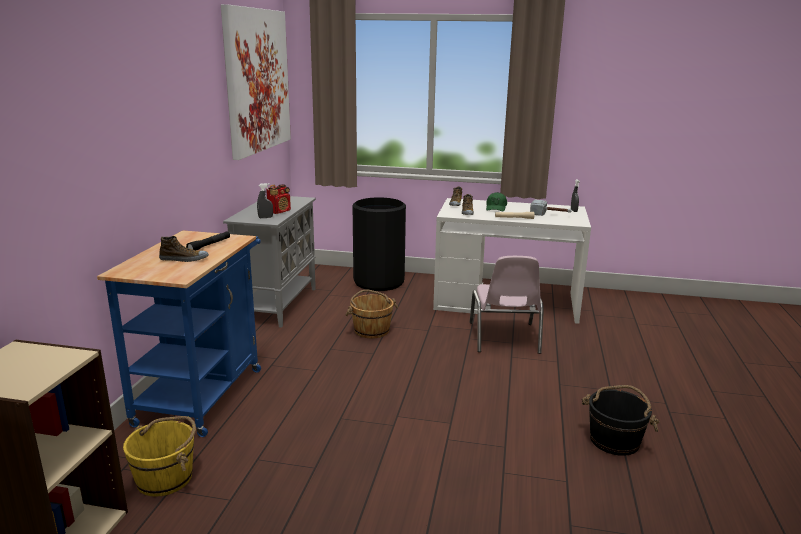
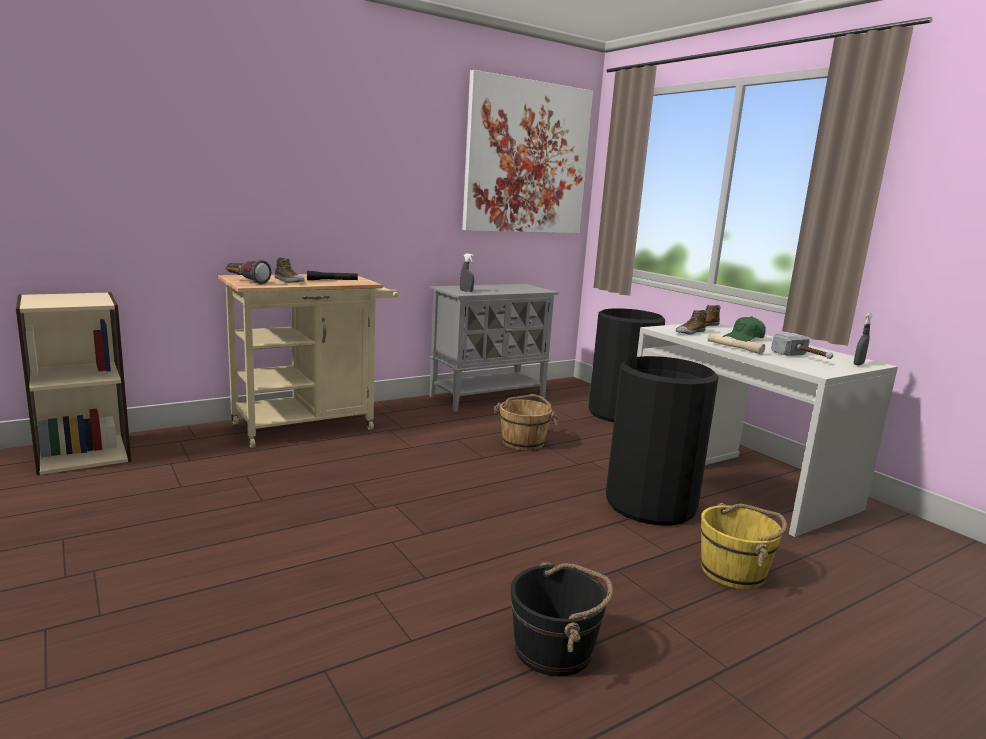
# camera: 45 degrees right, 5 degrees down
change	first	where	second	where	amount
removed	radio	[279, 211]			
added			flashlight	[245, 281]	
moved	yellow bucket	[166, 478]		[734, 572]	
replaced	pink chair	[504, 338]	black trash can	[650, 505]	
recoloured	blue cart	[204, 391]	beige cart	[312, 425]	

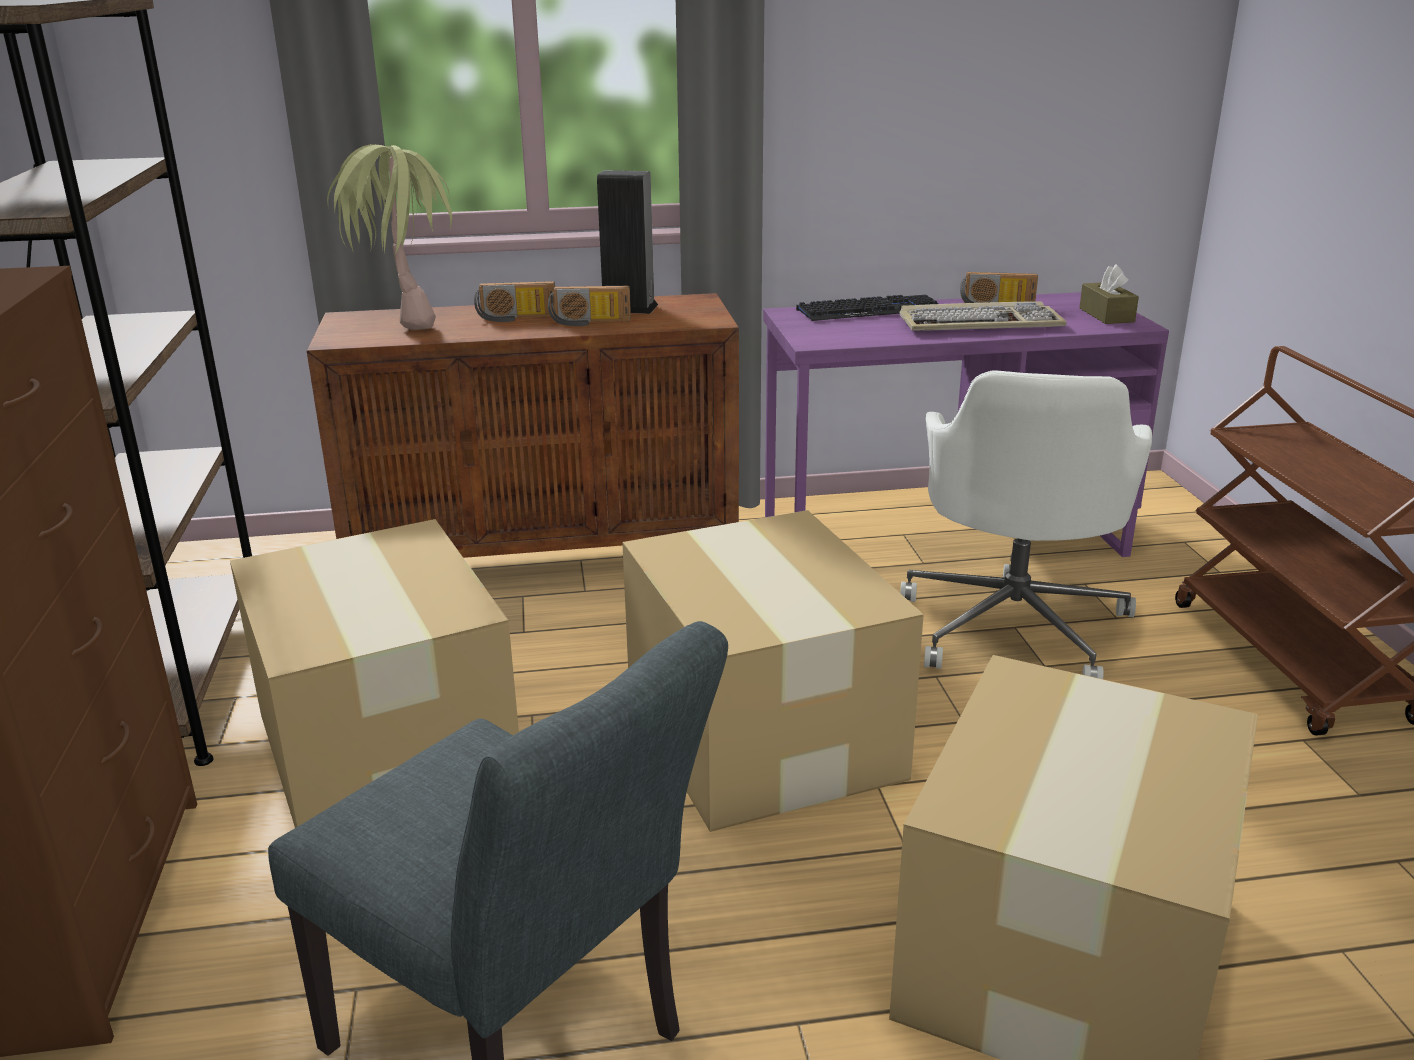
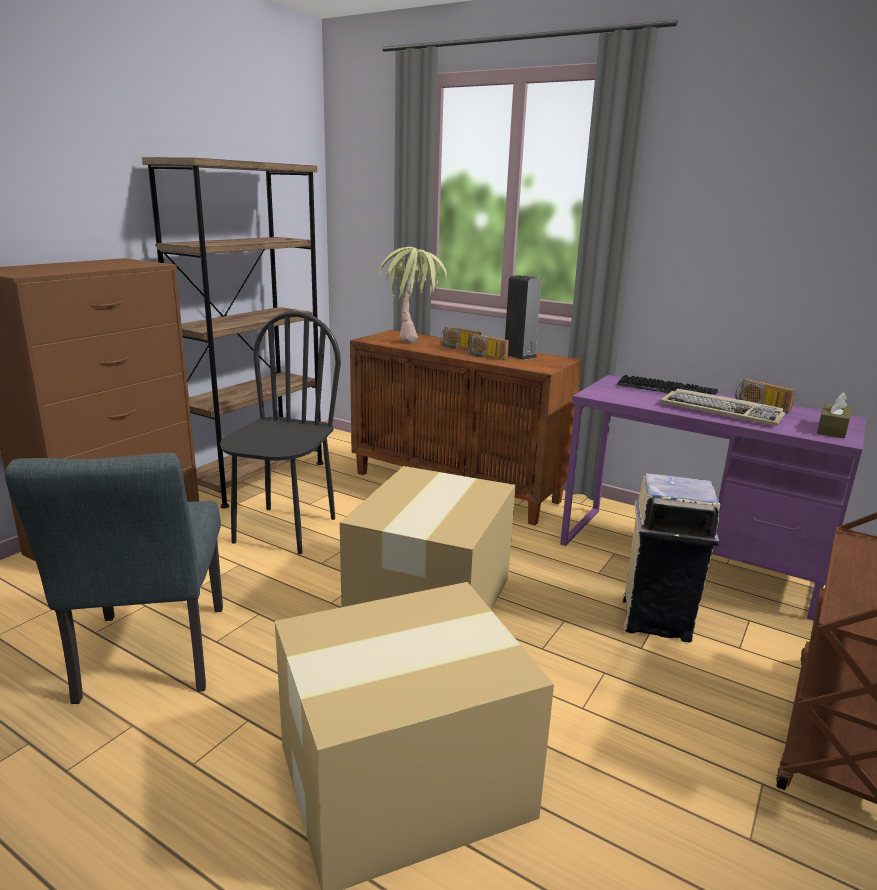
# camera: 40 degrees right, 5 degrees down
change	first	where	second	where	amount
replaced	cardboard box	[387, 746]	black chair	[284, 530]	
replaced	white office chair	[1014, 626]	beige trash can	[657, 619]	

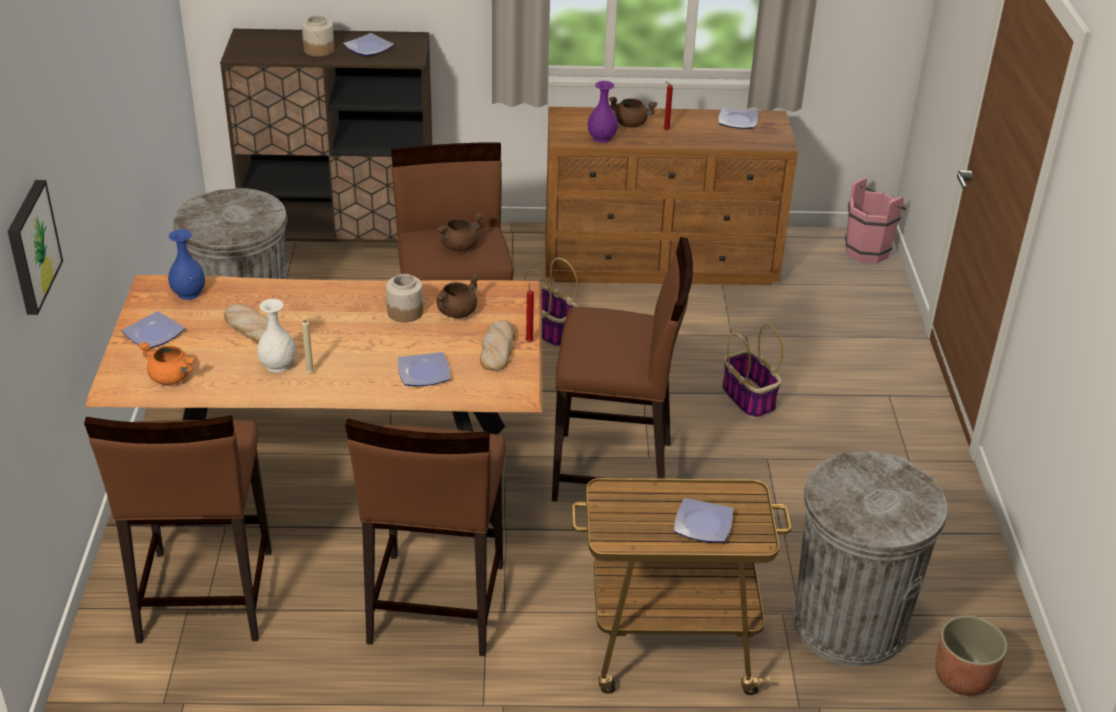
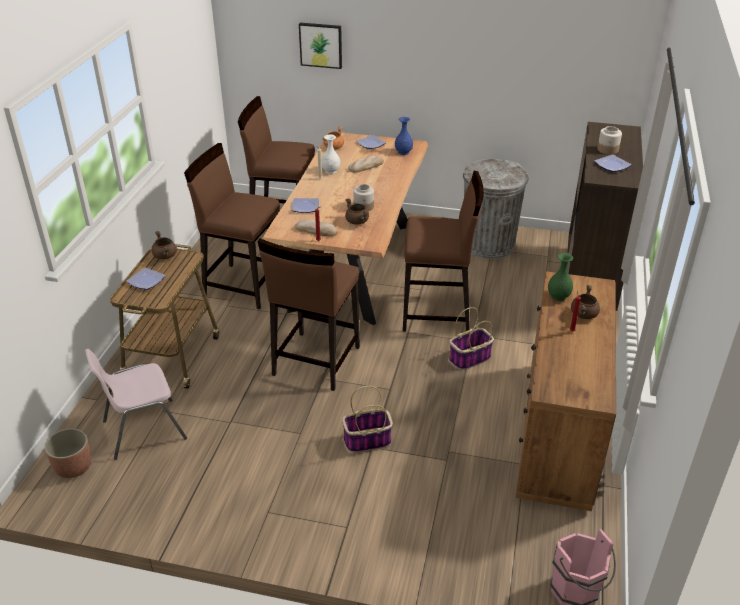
# camera: 105 degrees right, 0 degrees up
change	first	where	second	where	amount
removed	plate	[737, 121]			
moved	brown cooking pot	[459, 246]		[165, 256]	
replaced	grey trash can	[849, 624]	pink chair	[143, 429]	
recoloured	purple vase	[602, 138]	green vase	[559, 296]	

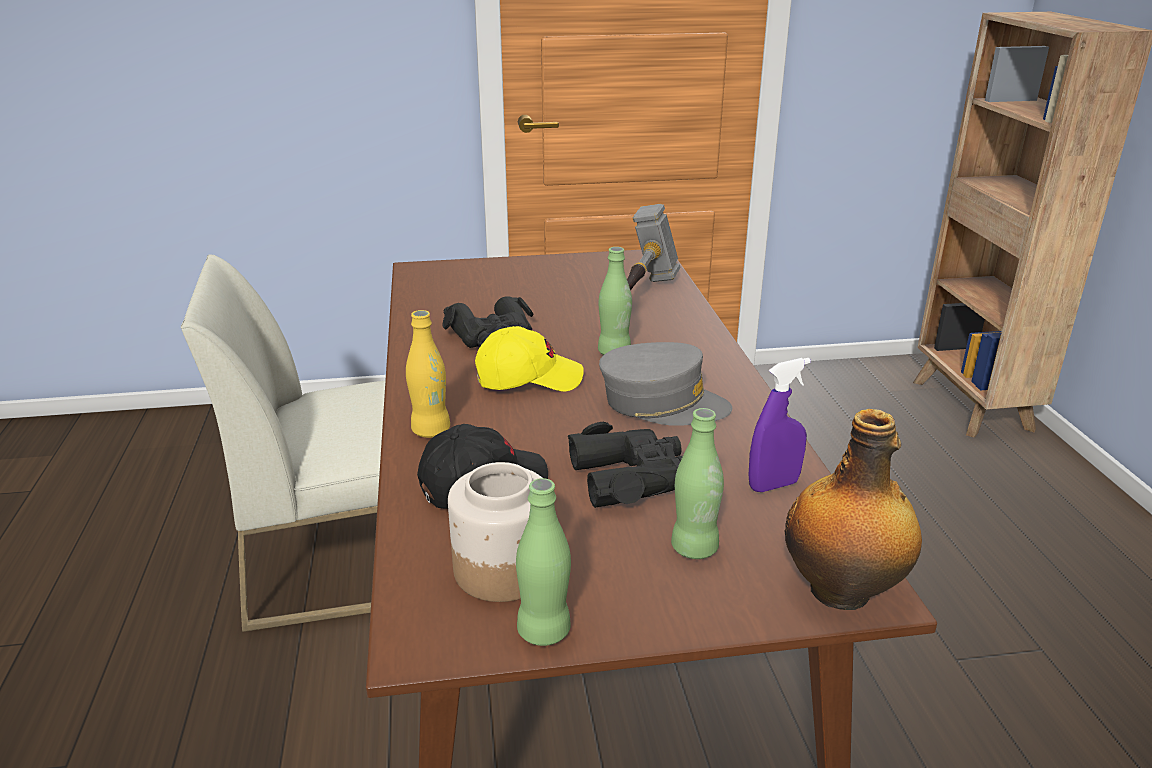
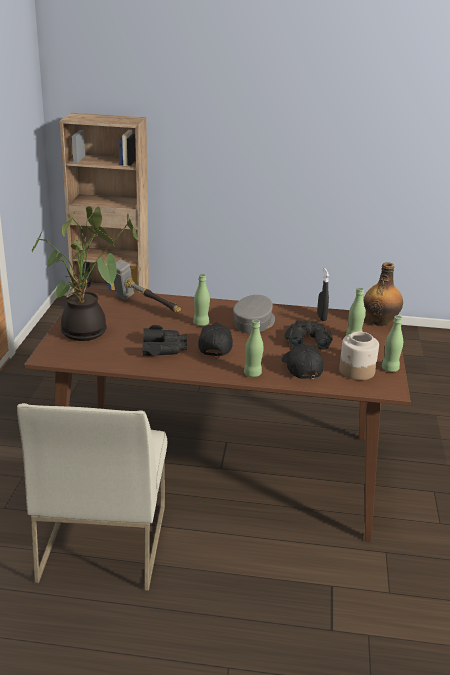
# camera: 75 degrees left, 0 degrees up
change	first	where	second	where	amount
added			potted plant	[87, 333]	
recoloured	yellow bottle	[431, 431]	green bottle	[252, 374]	
recoloured	yellow cap	[528, 379]	black cap	[215, 346]	
recoloured	purple spray bottle	[773, 485]	black spray bottle	[321, 317]	

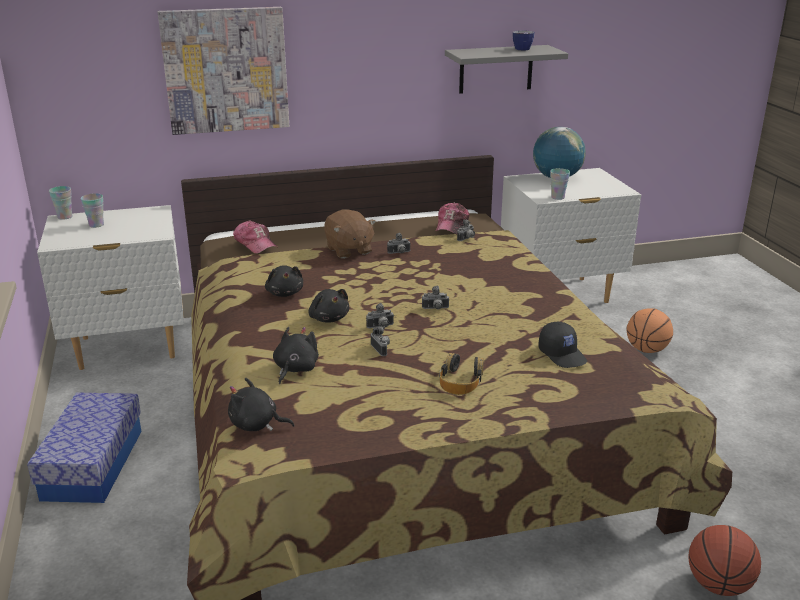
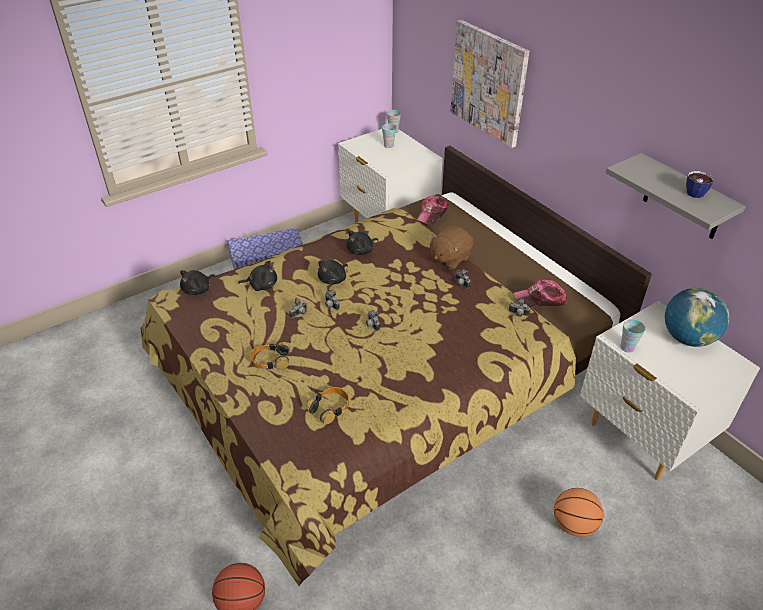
# camera: 70 degrees right, 15 degrees up
change	first	where	second	where	amount
replaced	black cap	[563, 355]	headphones	[329, 408]	
turned	black plush toy	[256, 425]		[198, 290]	135 degrees counterclockwise

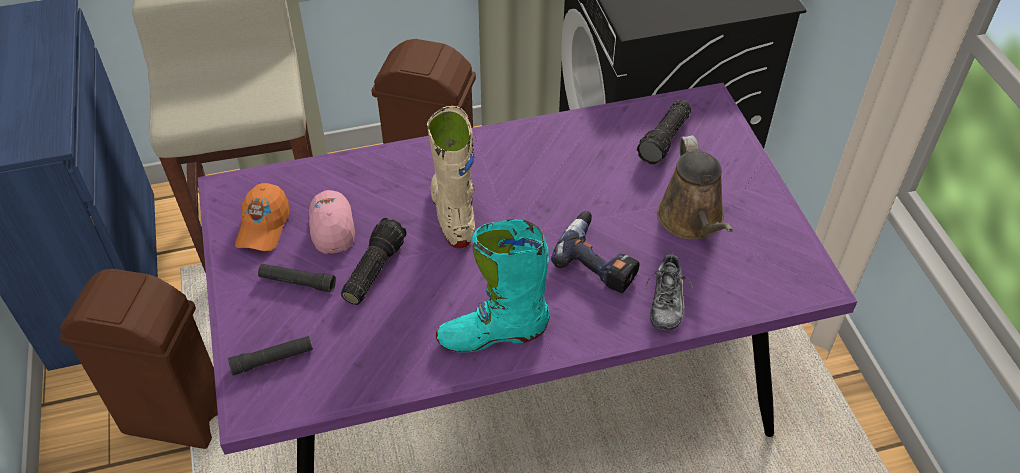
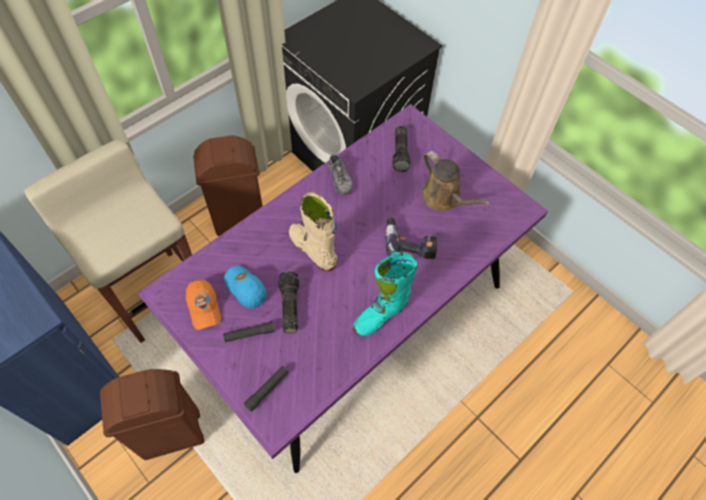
# camera: 30 degrees left, 10 degrees up
change	first	where	second	where	amount
moved	shoe	[666, 301]		[339, 179]	
recoloured	pink cap	[332, 226]	blue cap	[246, 288]	

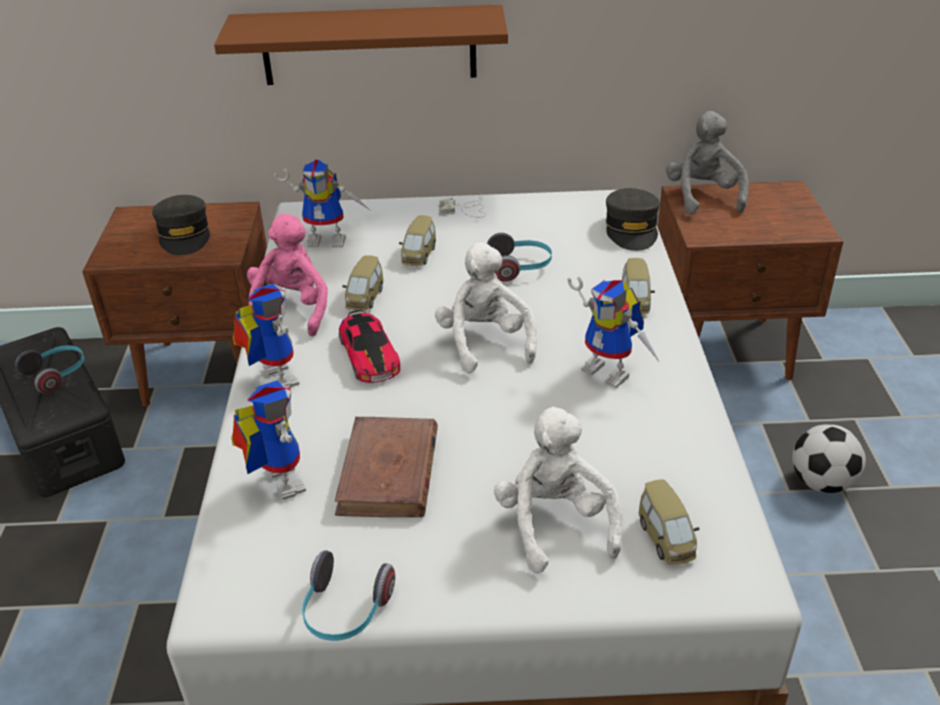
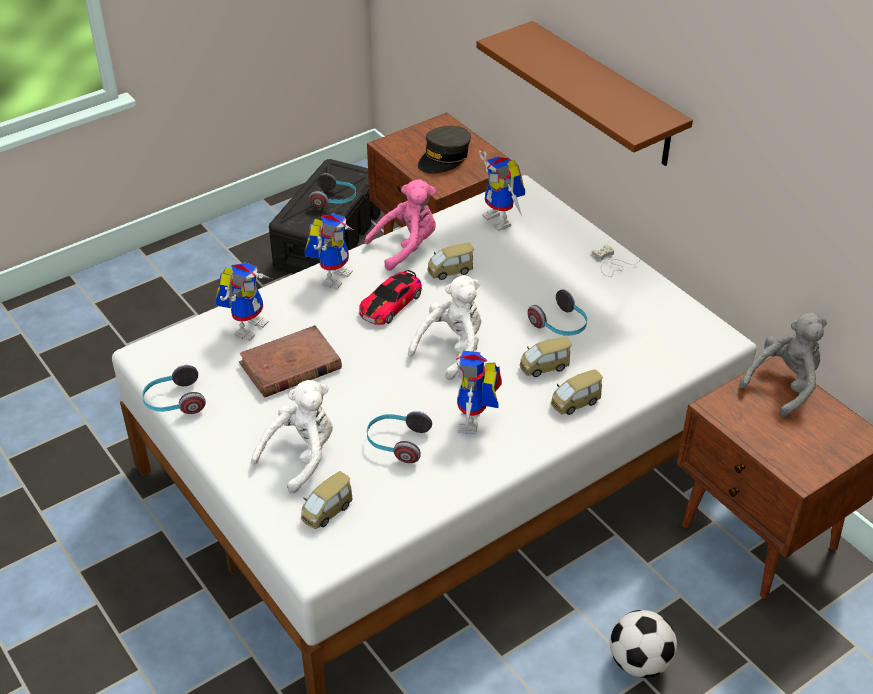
# camera: 55 degrees right, 5 degrees up
change	first	where	second	where	amount
removed	grey cap	[631, 230]			
added			headphones	[397, 443]	
moved	toy car	[418, 255]		[544, 366]	

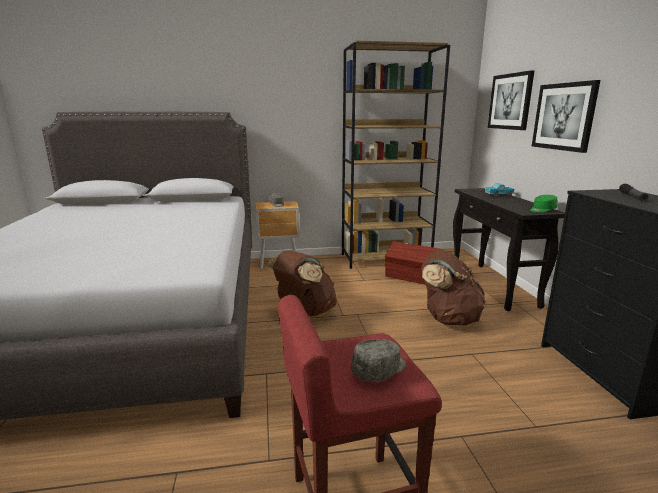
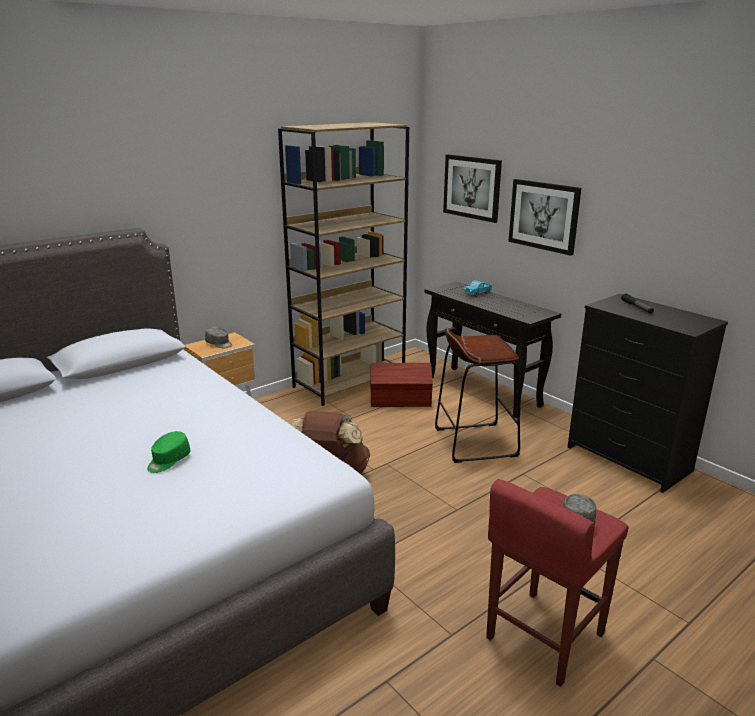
# camera: 30 degrees left, 5 degrees up
change	first	where	second	where	amount
moved	green cap	[542, 210]		[168, 460]	
replaced	brown backpack	[448, 319]	brown stool	[475, 442]	

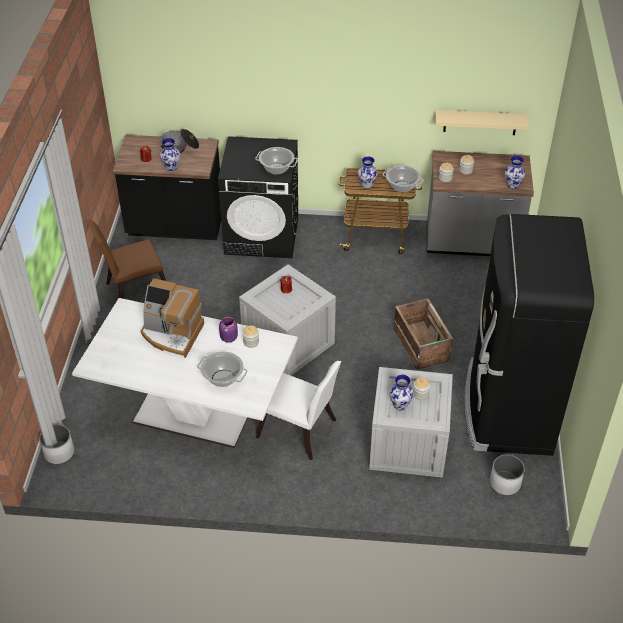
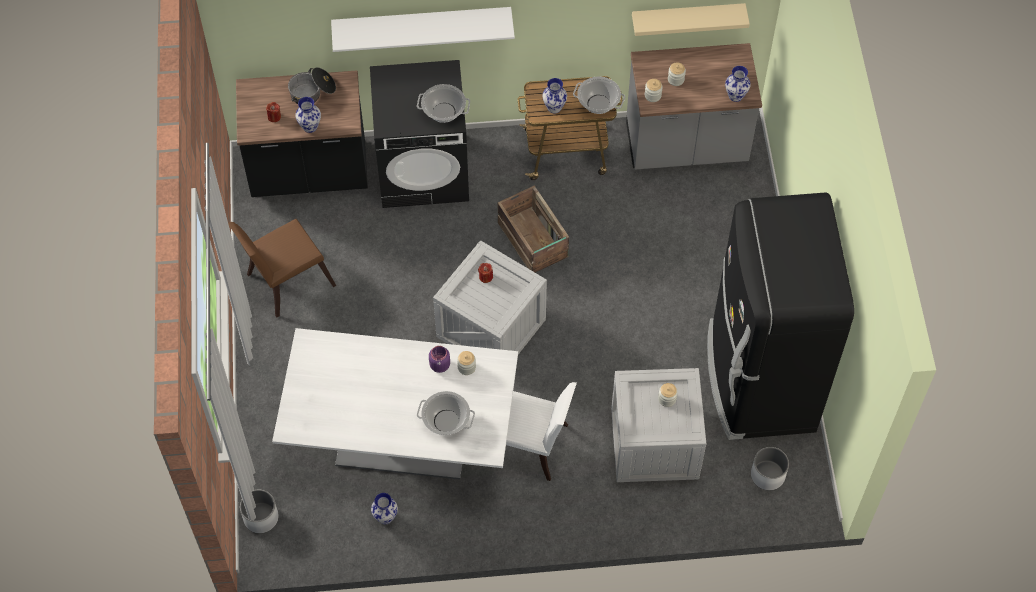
# camera: 10 degrees left, 15 degrees up
change	first	where	second	where	amount
removed	coffee machine	[172, 334]			
added			white shelf	[422, 23]	
moved	vase	[400, 405]		[386, 517]	
moved	crate	[421, 346]		[533, 241]	

